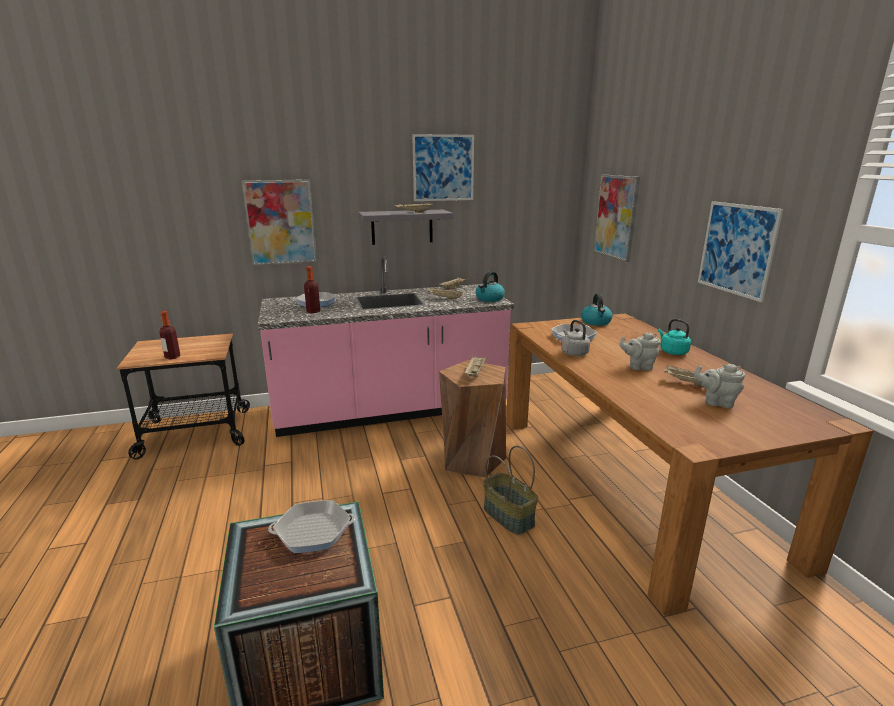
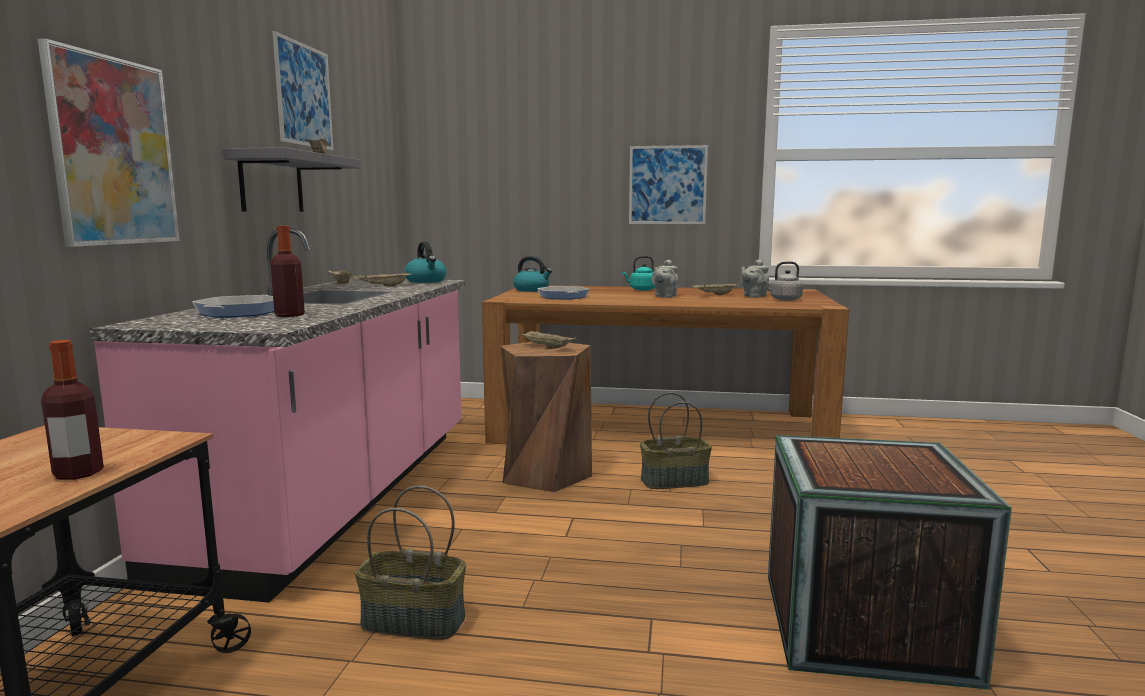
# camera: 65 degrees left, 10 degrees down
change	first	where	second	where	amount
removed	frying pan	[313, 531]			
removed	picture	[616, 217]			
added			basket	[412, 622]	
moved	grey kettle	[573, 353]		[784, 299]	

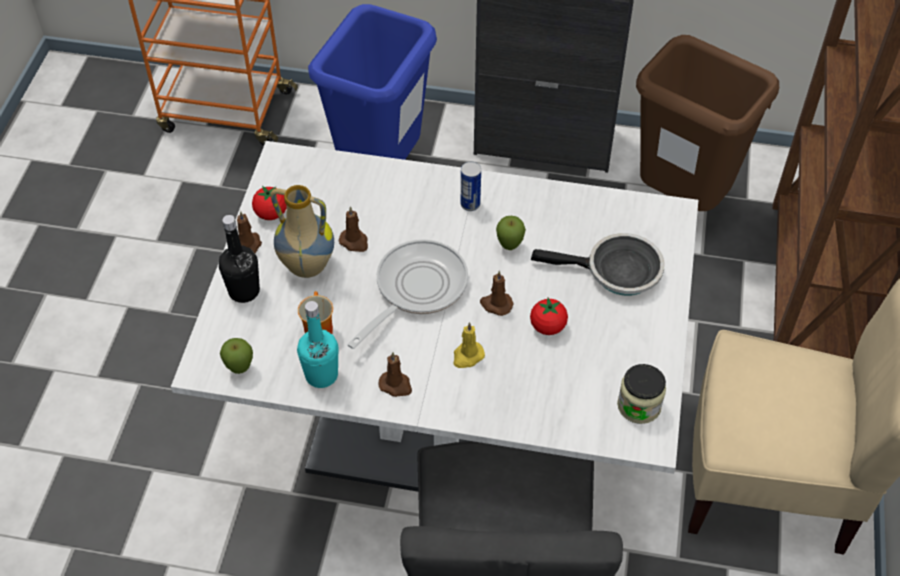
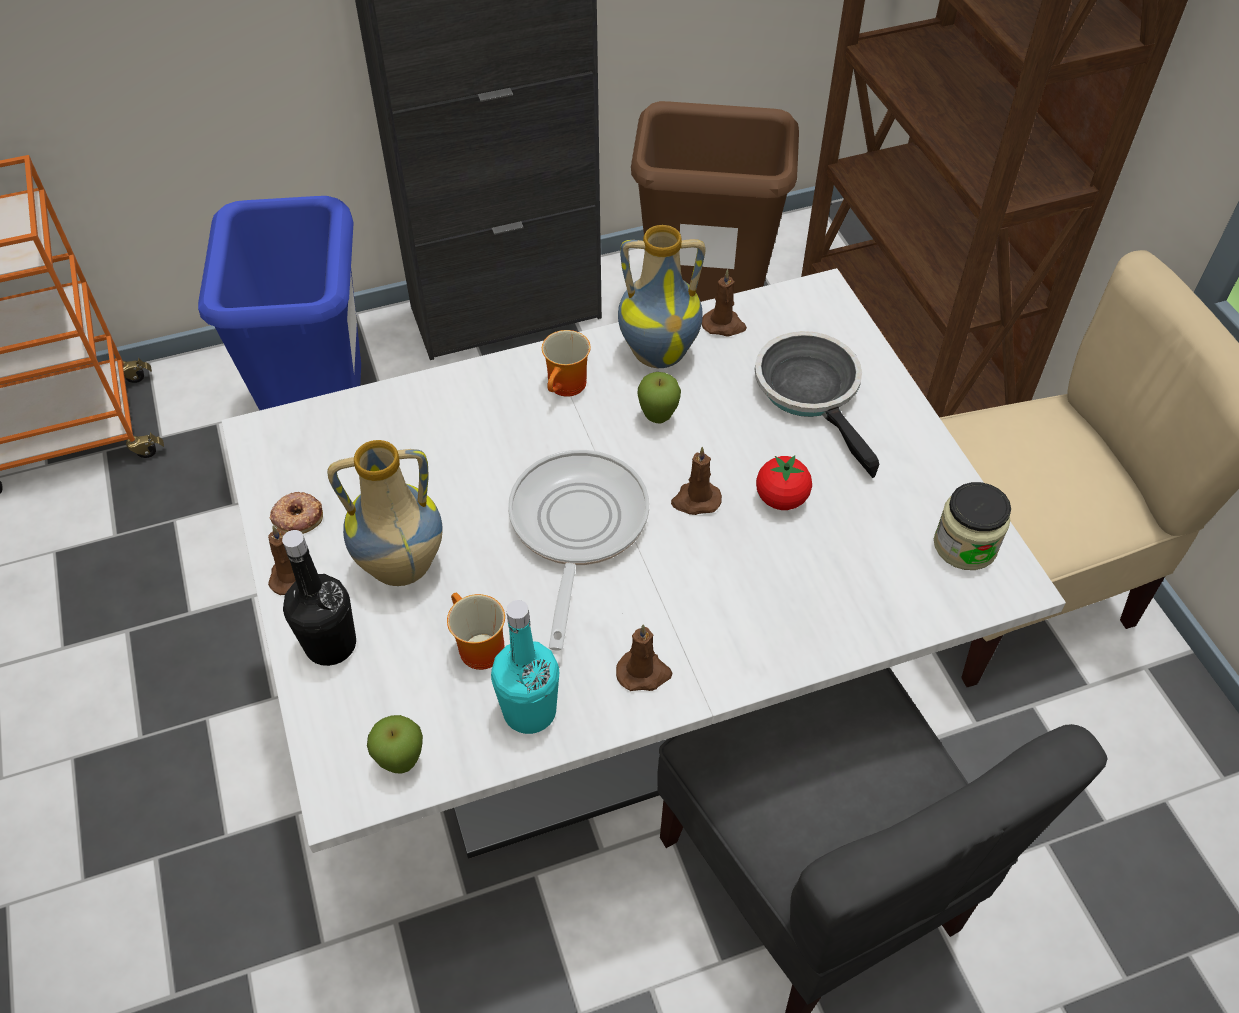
# camera: 30 degrees left, 0 degrees up
change	first	where	second	where	amount
removed	yellow candle	[467, 356]			
added			vase	[659, 352]	
moved	brown candle	[354, 242]		[724, 325]	
replaced	tomato	[271, 213]	donut	[297, 516]	
replaced	can	[470, 204]	mug	[568, 387]	
turned	frying pan	[617, 272]		[811, 392]	90 degrees counterclockwise

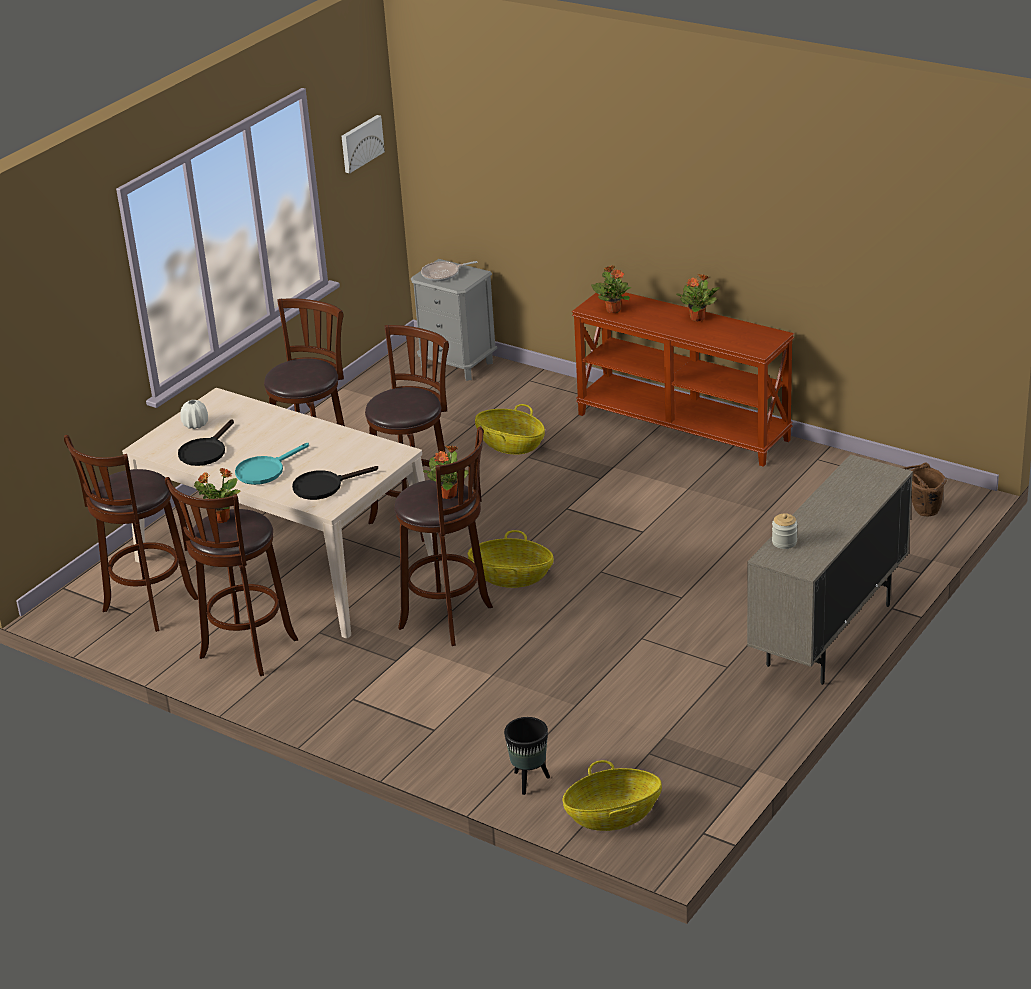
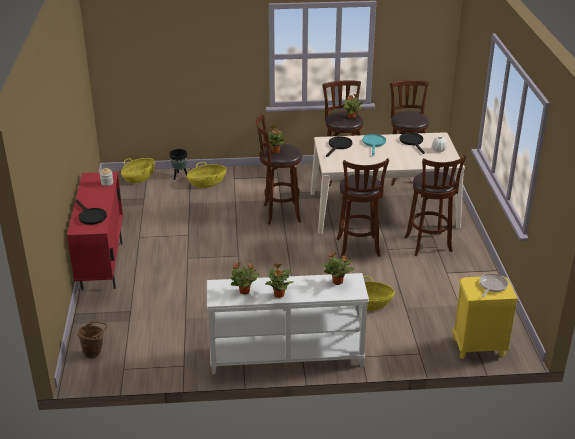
# camera: 140 degrees right, 0 degrees up
change	first	where	second	where	amount
removed	picture	[361, 143]			
added			black frying pan	[90, 216]	
added			potted plant	[245, 291]	
moved	basket	[512, 577]		[207, 183]	
recoloured	grey nightstand	[457, 364]	yellow nightstand	[478, 347]	
recoloured	brown console table	[684, 426]	white console table	[286, 357]	
recoloured	beige cabinet	[828, 635]	red cabinet	[102, 265]	

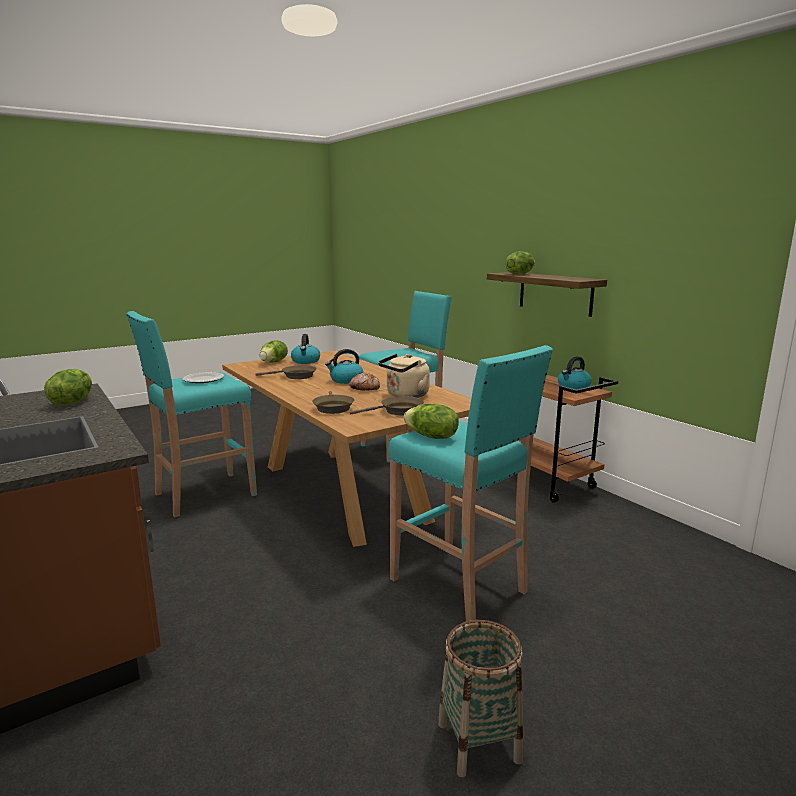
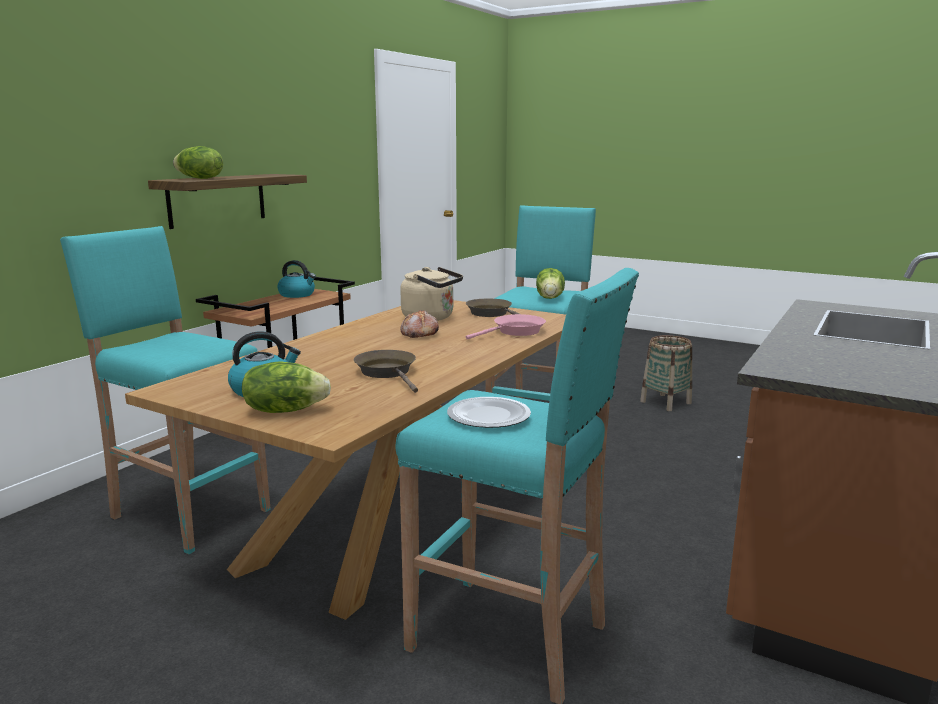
# camera: 115 degrees left, 0 degrees up
change	first	where	second	where	amount
removed	lettuce	[72, 402]			
removed	kettle	[346, 380]			
recoloured	brown frying pan	[332, 407]	pink frying pan	[515, 332]	

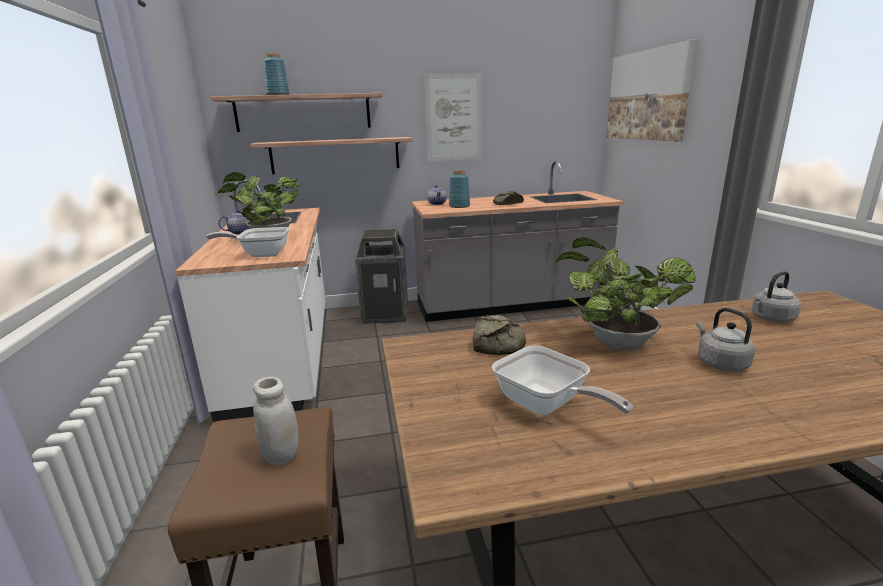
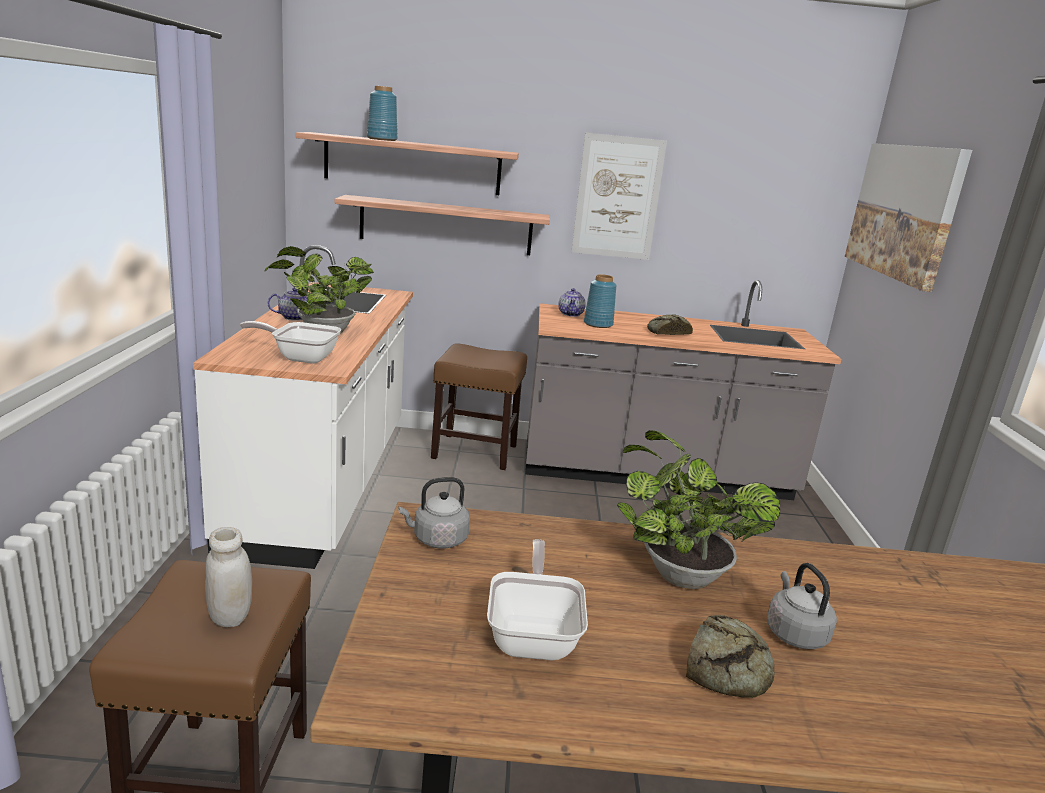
# camera: 10 degrees right, 0 degrees up
change	first	where	second	where	amount
moved	bread	[498, 342]		[728, 666]	
moved	grey kettle	[771, 319]		[437, 540]	
replaced	trash can	[386, 314]	brown stool	[476, 452]	
turned	frying pan	[546, 406]		[534, 634]	150 degrees counterclockwise

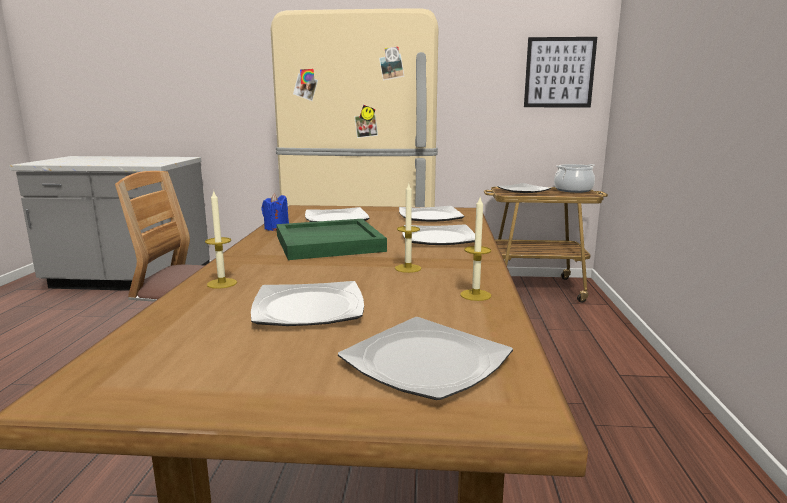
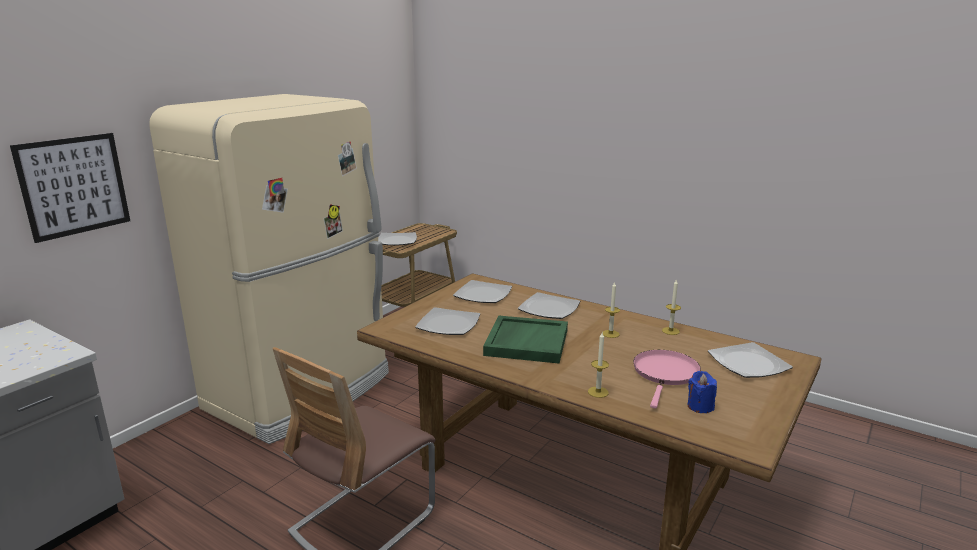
# camera: 60 degrees left, 5 degrees up
change	first	where	second	where	amount
removed	cooking pot	[573, 190]			
moved	blue candle	[276, 228]		[700, 406]	
moved	picture	[559, 72]		[74, 186]	
replaced	plate	[309, 308]	pink frying pan	[665, 374]	

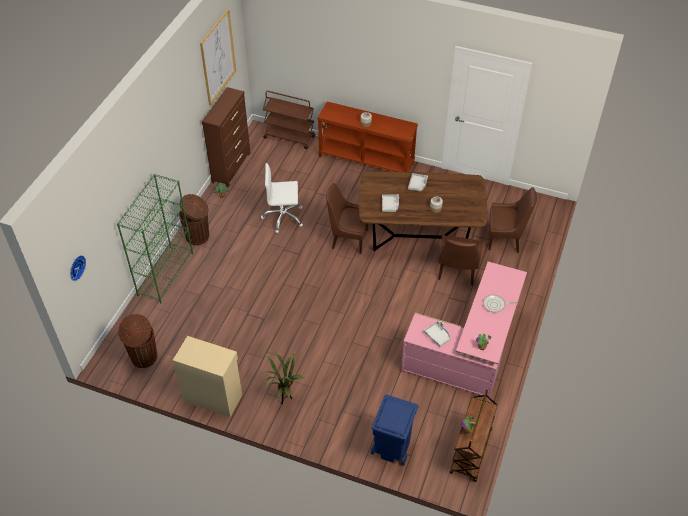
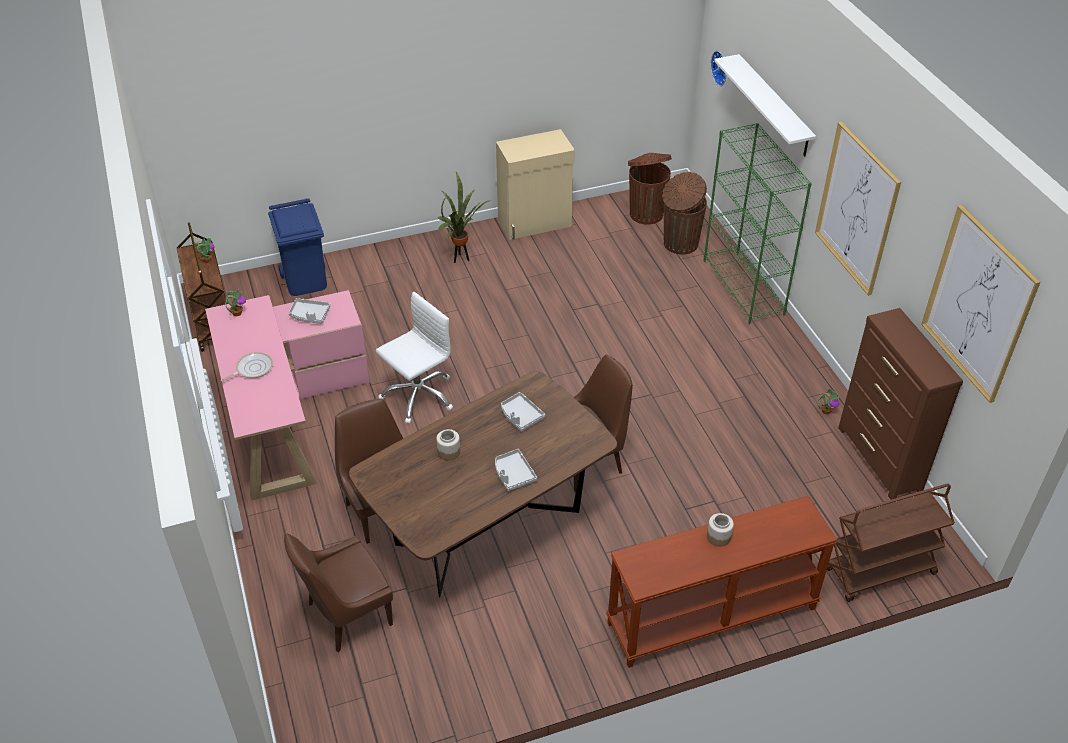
# camera: 140 degrees right, 5 degrees down
change	first	where	second	where	amount
added			white shelf	[773, 106]	
added			picture	[856, 208]	
moved	brown trash can	[198, 236]		[679, 244]	
moved	white office chair	[283, 217]		[418, 395]	

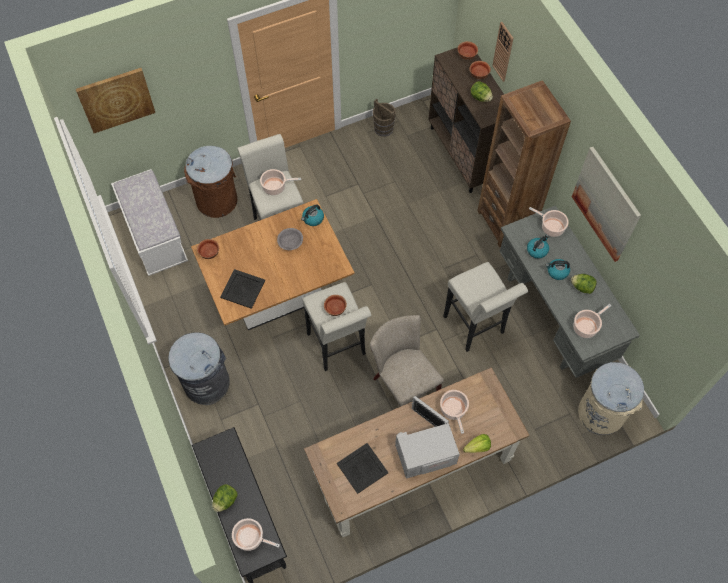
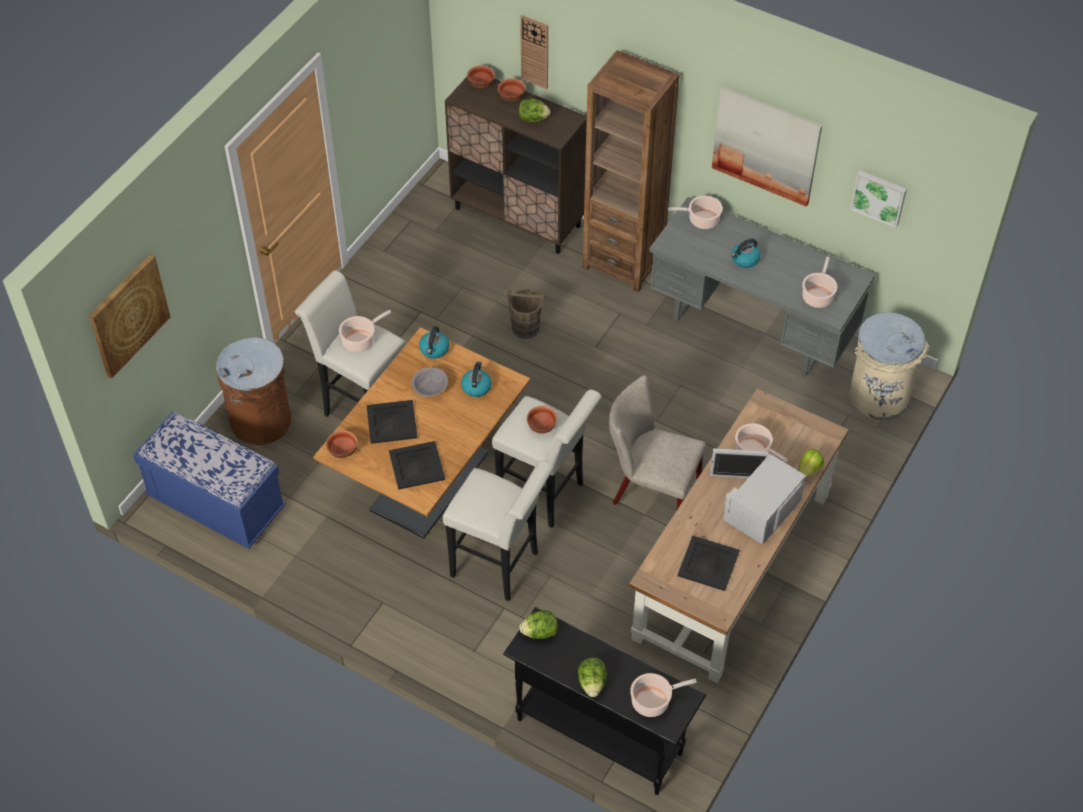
# camera: 35 degrees left, 10 degrees down
change	first	where	second	where	amount
removed	grey trash can	[206, 383]			
added			black tray	[391, 422]	
added			picture	[879, 197]	
moved	brown bucket	[383, 128]		[525, 327]	
moved	white stool	[476, 328]		[500, 567]	
moved	kettle	[537, 250]		[476, 386]	
moved	lettuce	[582, 287]		[540, 632]	
recoloured	white bench	[155, 237]	blue bench	[216, 504]	

